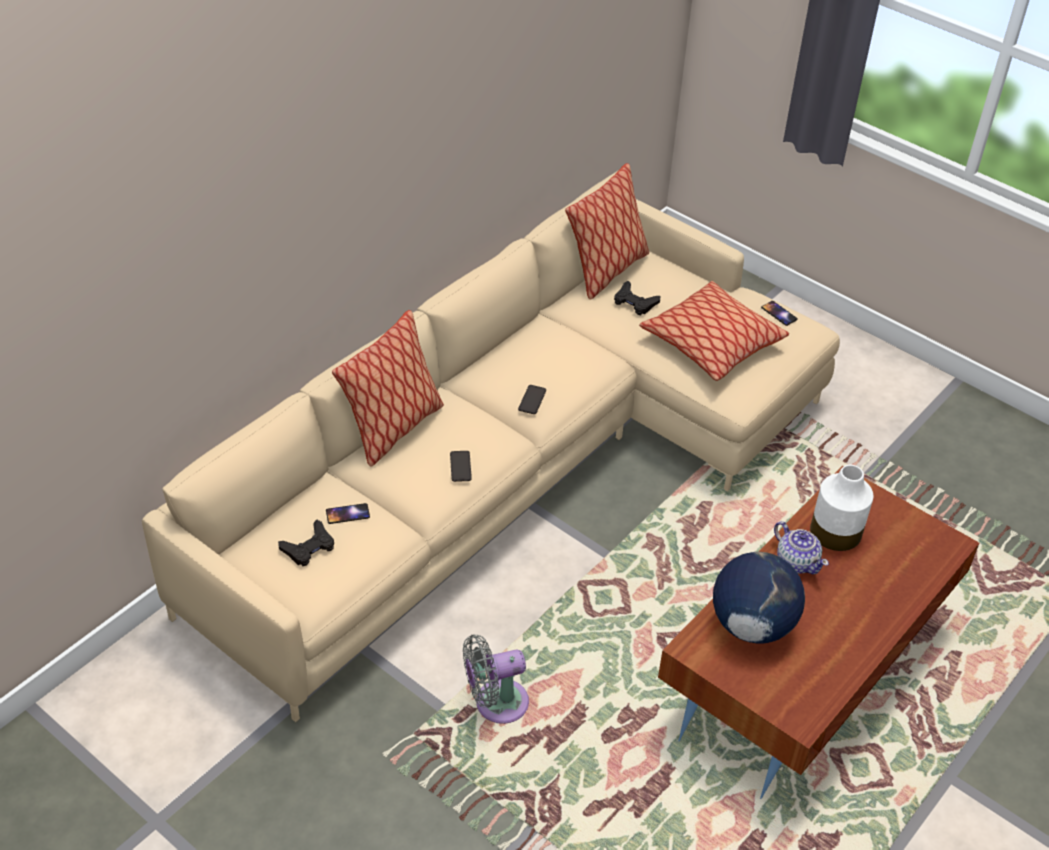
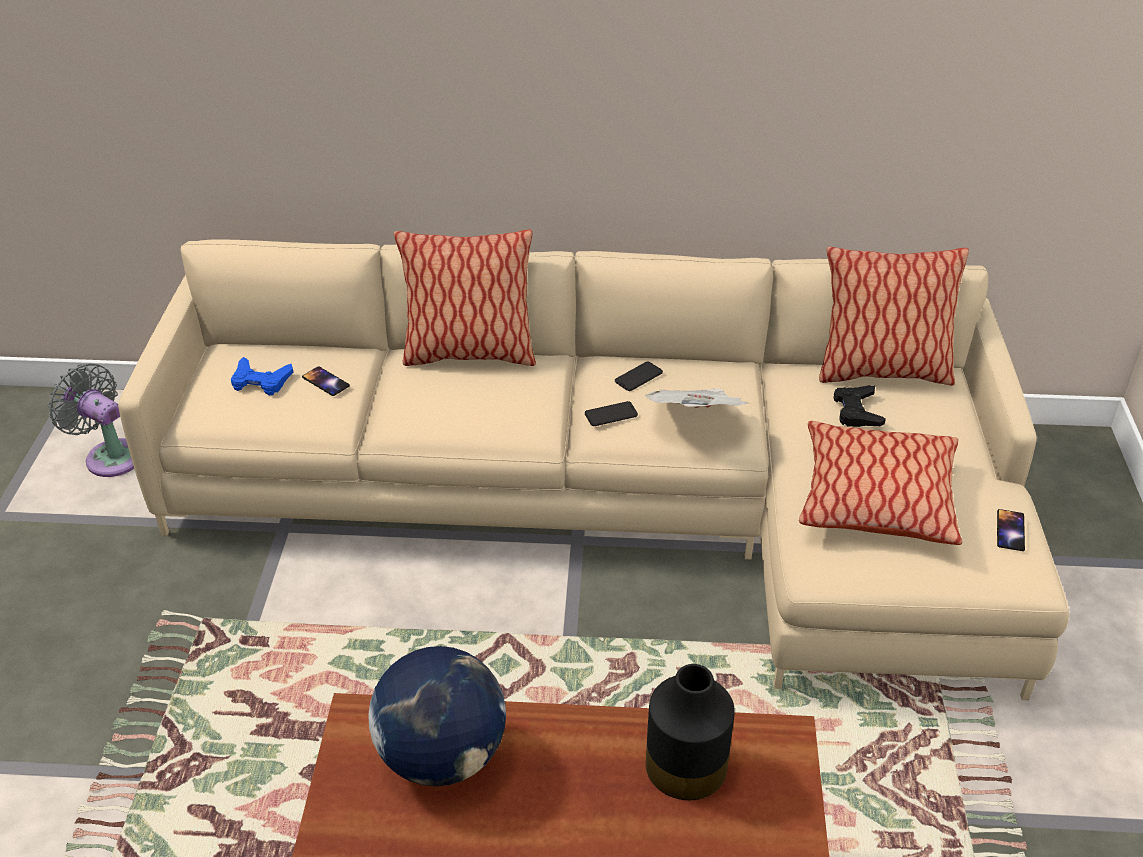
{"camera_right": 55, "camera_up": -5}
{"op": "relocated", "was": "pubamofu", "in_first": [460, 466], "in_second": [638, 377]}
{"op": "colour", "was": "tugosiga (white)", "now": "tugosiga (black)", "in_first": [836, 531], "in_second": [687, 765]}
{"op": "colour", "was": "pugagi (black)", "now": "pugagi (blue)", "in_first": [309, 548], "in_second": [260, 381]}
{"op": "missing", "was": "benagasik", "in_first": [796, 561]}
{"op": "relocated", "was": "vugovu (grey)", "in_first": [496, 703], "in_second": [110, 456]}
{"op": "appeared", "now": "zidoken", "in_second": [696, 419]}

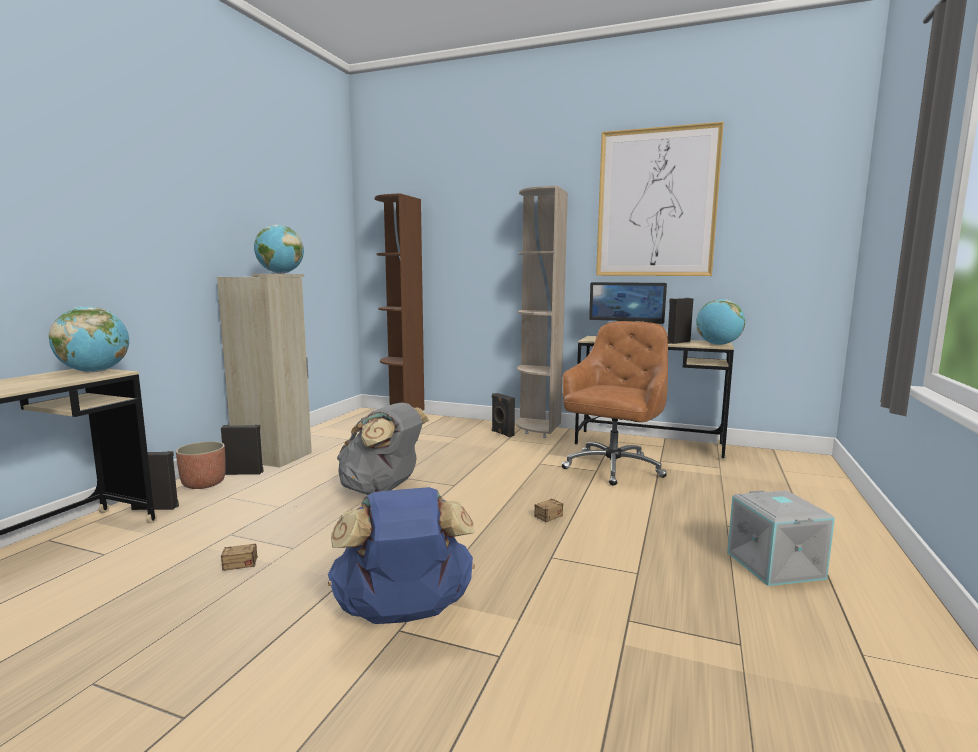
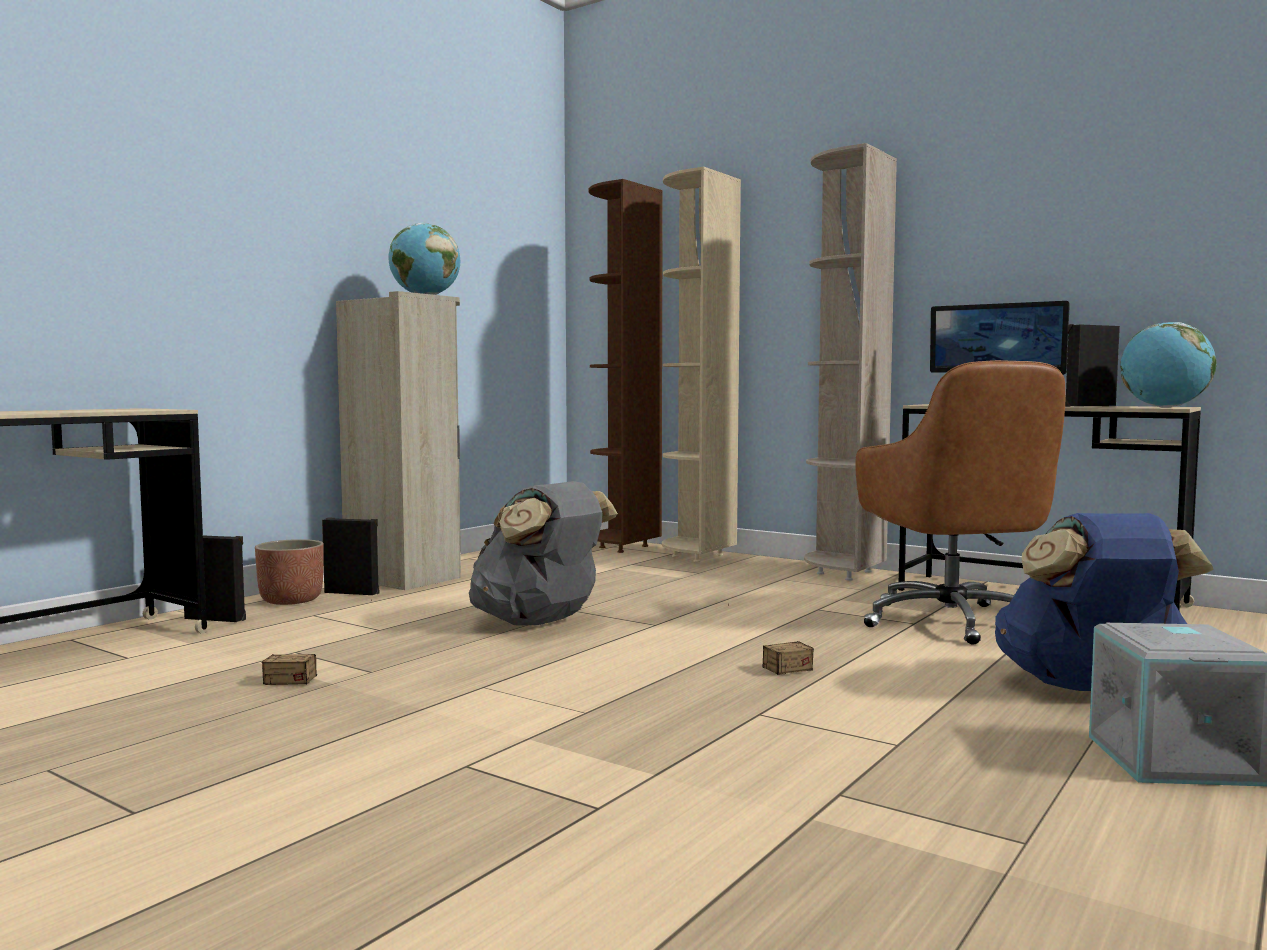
{"camera_right": 15, "camera_up": -5}
{"op": "missing", "was": "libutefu", "in_first": [656, 203]}
{"op": "missing", "was": "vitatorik", "in_first": [94, 372]}
{"op": "spun", "was": "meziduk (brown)", "in_first": [613, 468], "in_second": [949, 622], "clockwise": 120}
{"op": "missing", "was": "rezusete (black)", "in_first": [502, 433]}
{"op": "relocated", "was": "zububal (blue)", "in_first": [404, 614], "in_second": [1091, 688]}
{"op": "appeared", "now": "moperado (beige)", "in_second": [693, 556]}

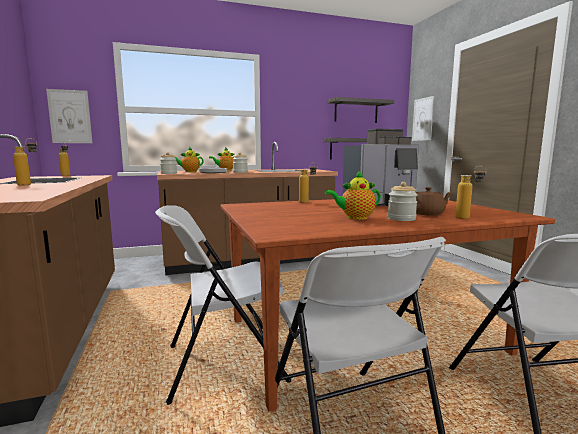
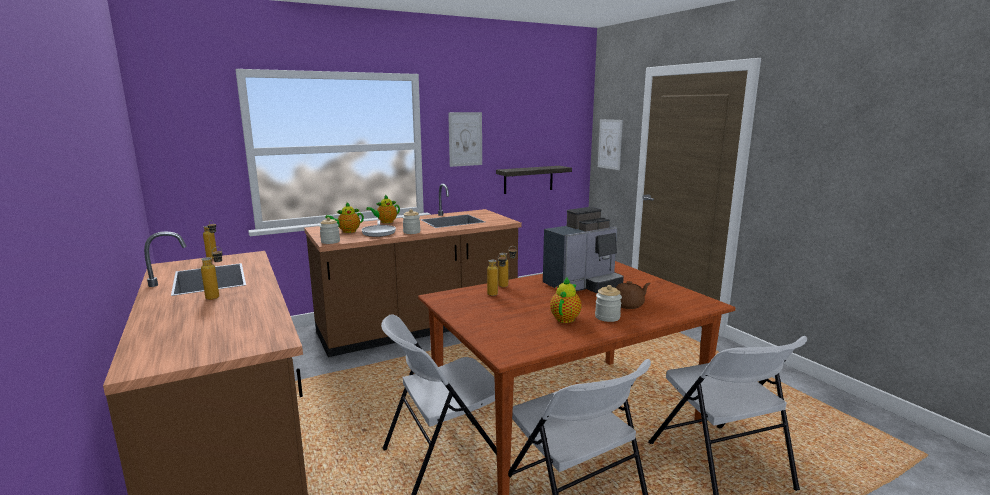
{"camera_right": -10, "camera_up": 5}
{"op": "relocated", "was": "libutefu", "in_first": [70, 116], "in_second": [465, 139]}
{"op": "missing", "was": "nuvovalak", "in_first": [356, 111]}
{"op": "relocated", "was": "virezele", "in_first": [468, 218], "in_second": [497, 294]}
{"op": "spun", "was": "benagasik", "in_first": [355, 218], "in_second": [566, 318], "clockwise": 135}

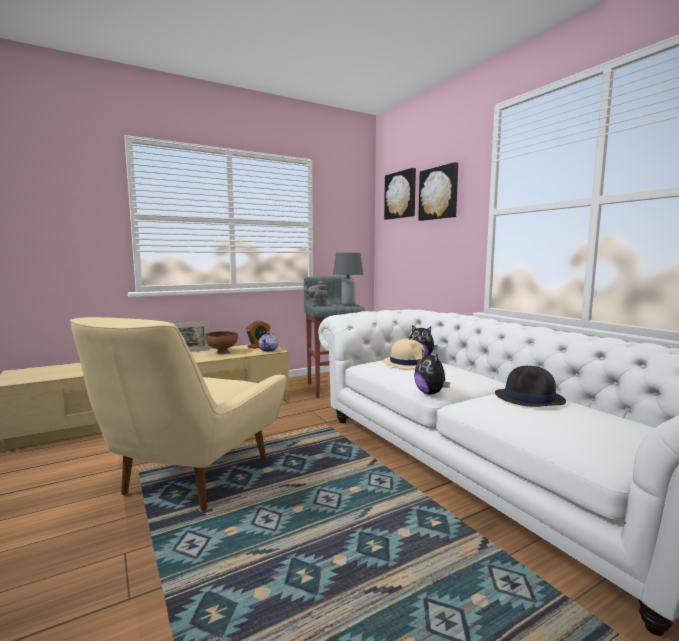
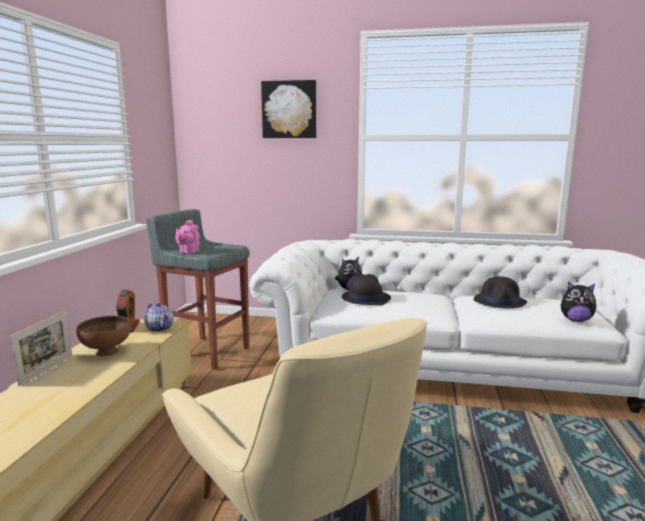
{"camera_right": -50, "camera_up": 5}
{"op": "missing", "was": "libutefu", "in_first": [401, 195]}
{"op": "missing", "was": "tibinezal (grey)", "in_first": [347, 305]}
{"op": "colour", "was": "benagasik (grey)", "now": "benagasik (pink)", "in_first": [317, 304], "in_second": [188, 252]}
{"op": "colour", "was": "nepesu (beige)", "now": "nepesu (black)", "in_first": [407, 363], "in_second": [365, 298]}
{"op": "relocated", "was": "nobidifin", "in_first": [430, 393], "in_second": [576, 320]}

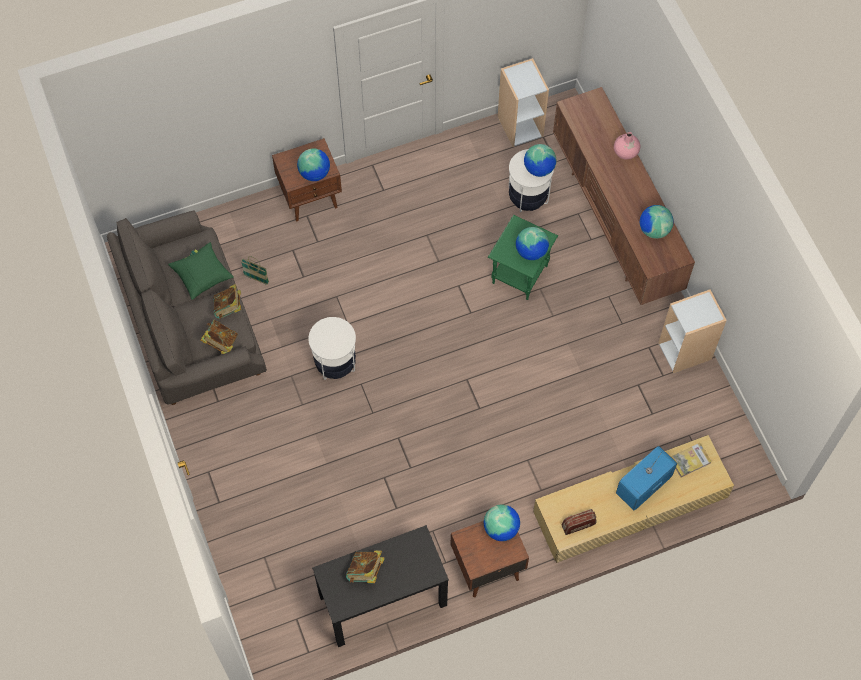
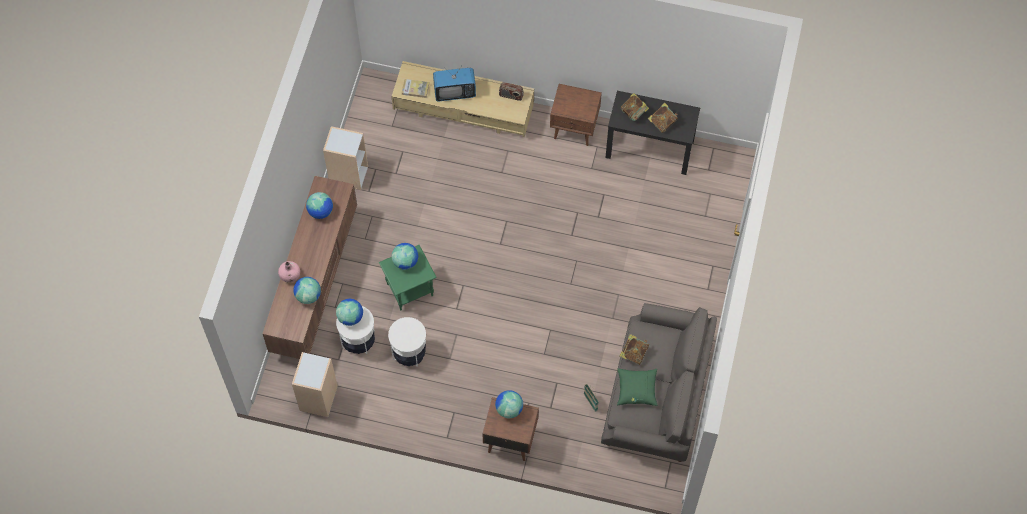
{"camera_right": -145, "camera_up": 0}
{"op": "relocated", "was": "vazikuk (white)", "in_first": [335, 363], "in_second": [409, 353]}
{"op": "relocated", "was": "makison", "in_first": [221, 343], "in_second": [634, 112]}
{"op": "relocated", "was": "vitatorik", "in_first": [501, 528], "in_second": [308, 295]}

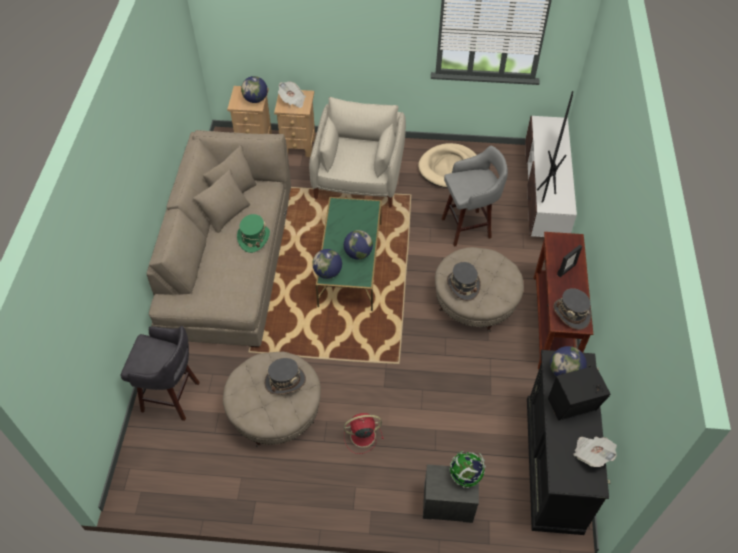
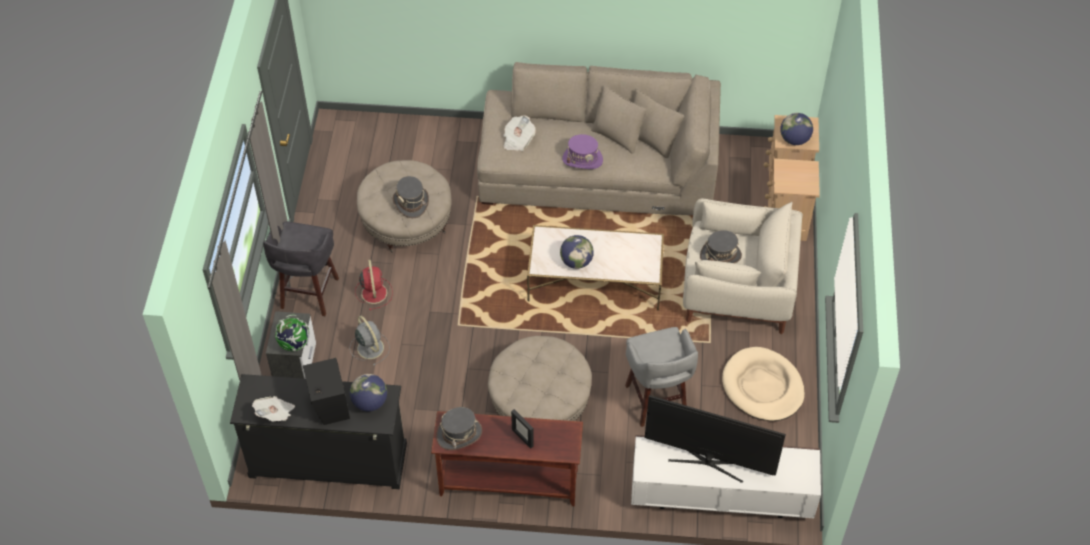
{"camera_right": 90, "camera_up": 0}
{"op": "relocated", "was": "zidoken", "in_first": [292, 100], "in_second": [517, 140]}
{"op": "colour", "was": "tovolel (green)", "now": "tovolel (white)", "in_first": [350, 264], "in_second": [595, 280]}
{"op": "colour", "was": "nepesu (green)", "now": "nepesu (purple)", "in_first": [254, 238], "in_second": [582, 159]}
{"op": "missing", "was": "vitatorik", "in_first": [328, 272]}
{"op": "relocated", "was": "nepesu (grey)", "in_first": [462, 285], "in_second": [720, 255]}
{"op": "relocated", "was": "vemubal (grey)", "in_first": [173, 398], "in_second": [308, 295]}
{"op": "appeared", "now": "vugovu (grey)", "in_second": [369, 347]}

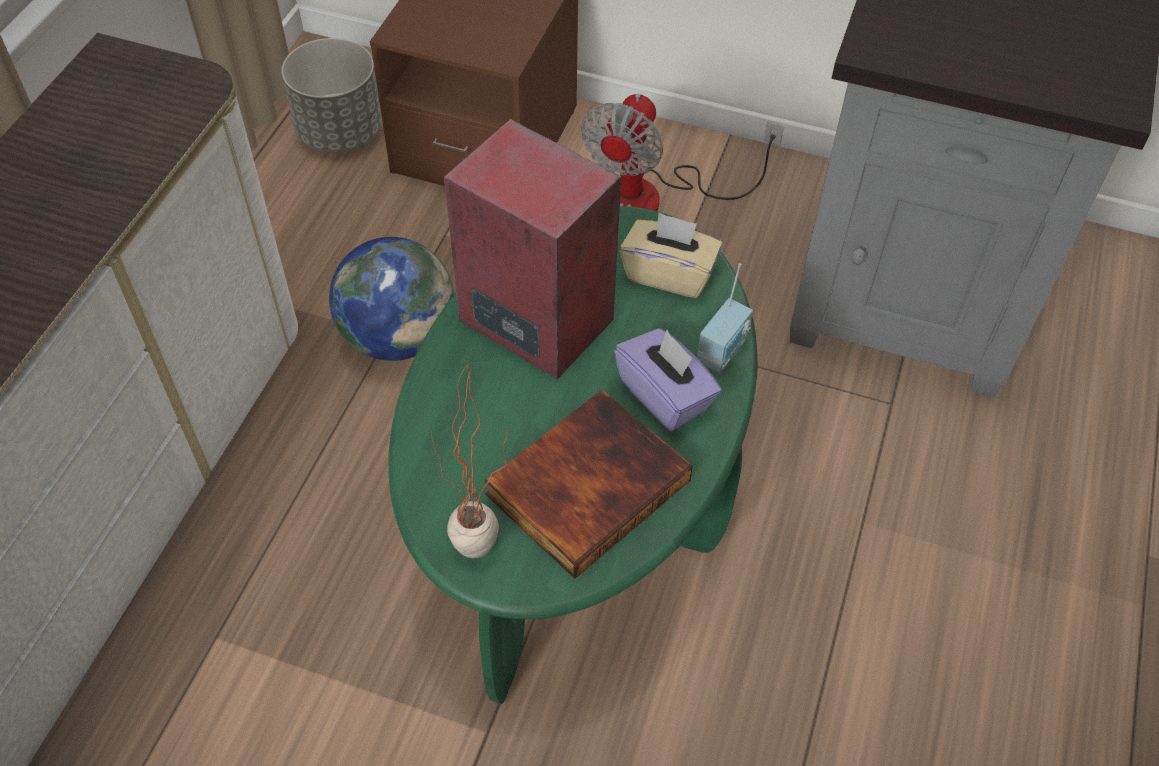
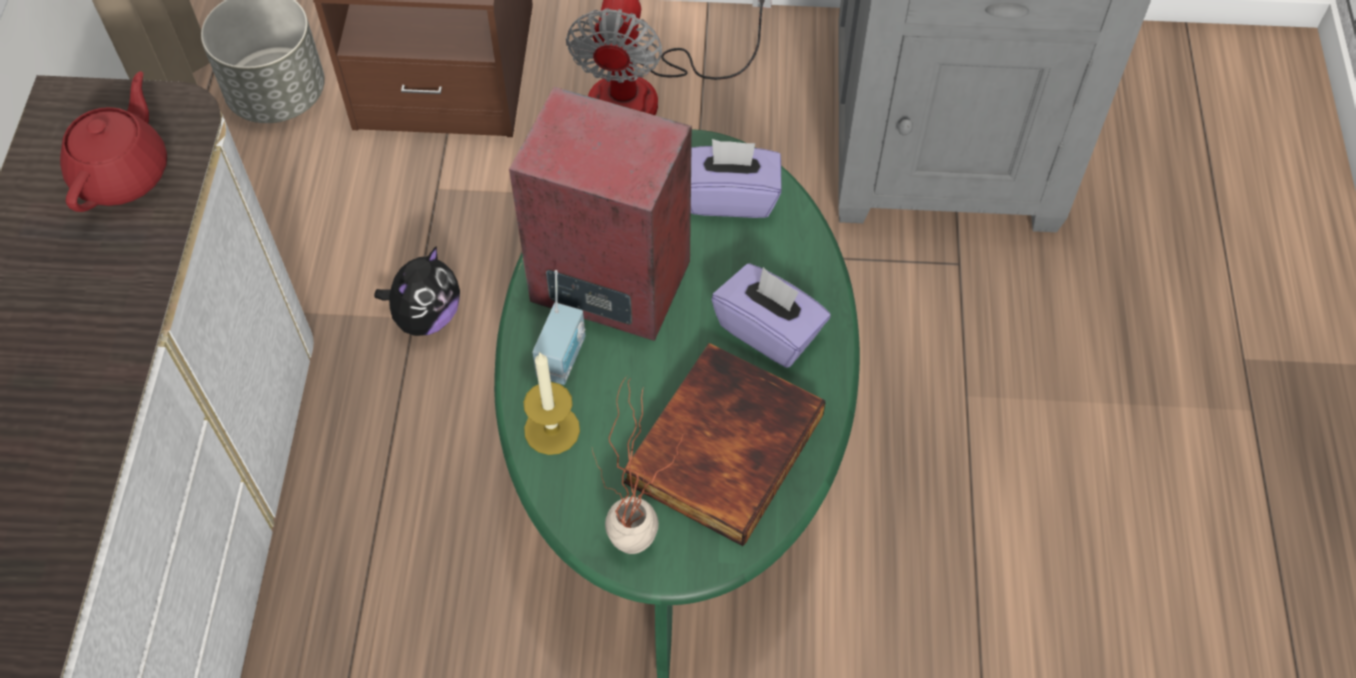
{"camera_right": -15, "camera_up": 5}
{"op": "colour", "was": "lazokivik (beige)", "now": "lazokivik (purple)", "in_first": [669, 274], "in_second": [730, 197]}
{"op": "exchanged", "was": "vitatorik", "now": "nobidifin", "in_first": [398, 337], "in_second": [426, 317]}
{"op": "relocated", "was": "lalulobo", "in_first": [724, 352], "in_second": [564, 358]}
{"op": "appeared", "now": "benagasik (red)", "in_second": [124, 173]}
{"op": "appeared", "now": "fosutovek", "in_second": [552, 429]}

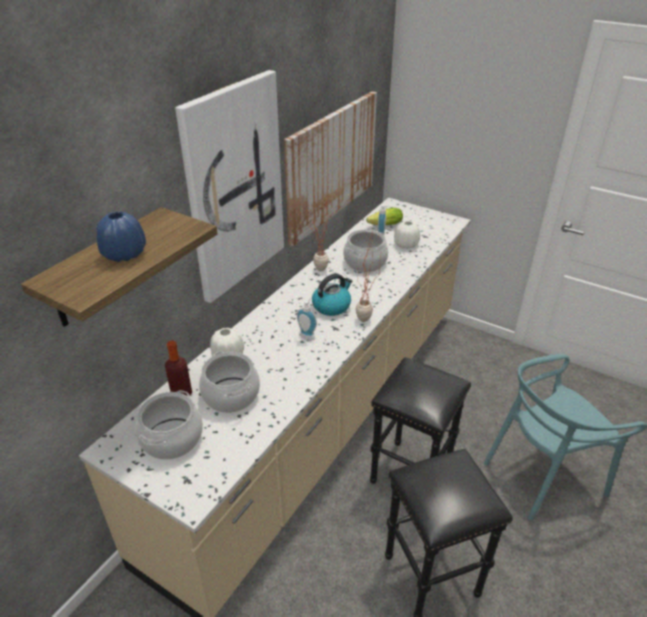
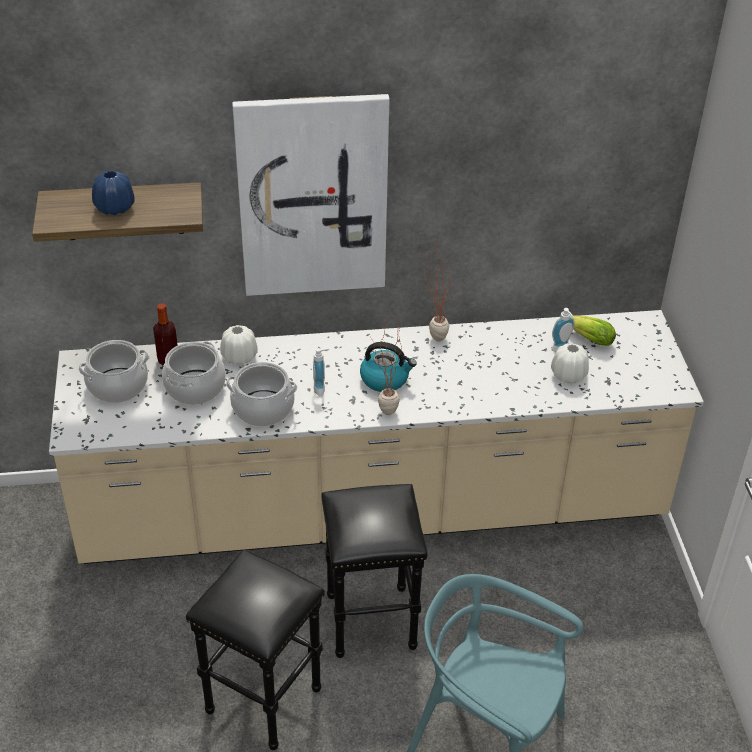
{"camera_right": 50, "camera_up": 5}
{"op": "missing", "was": "libutefu", "in_first": [331, 165]}
{"op": "relocated", "was": "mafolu", "in_first": [365, 262], "in_second": [263, 408]}

